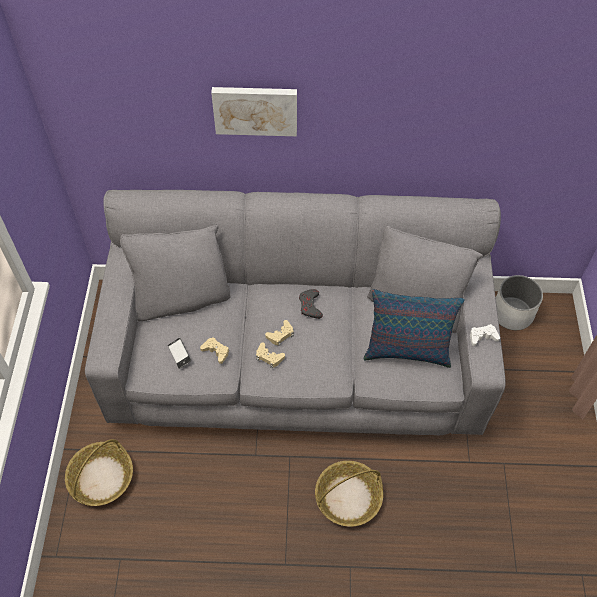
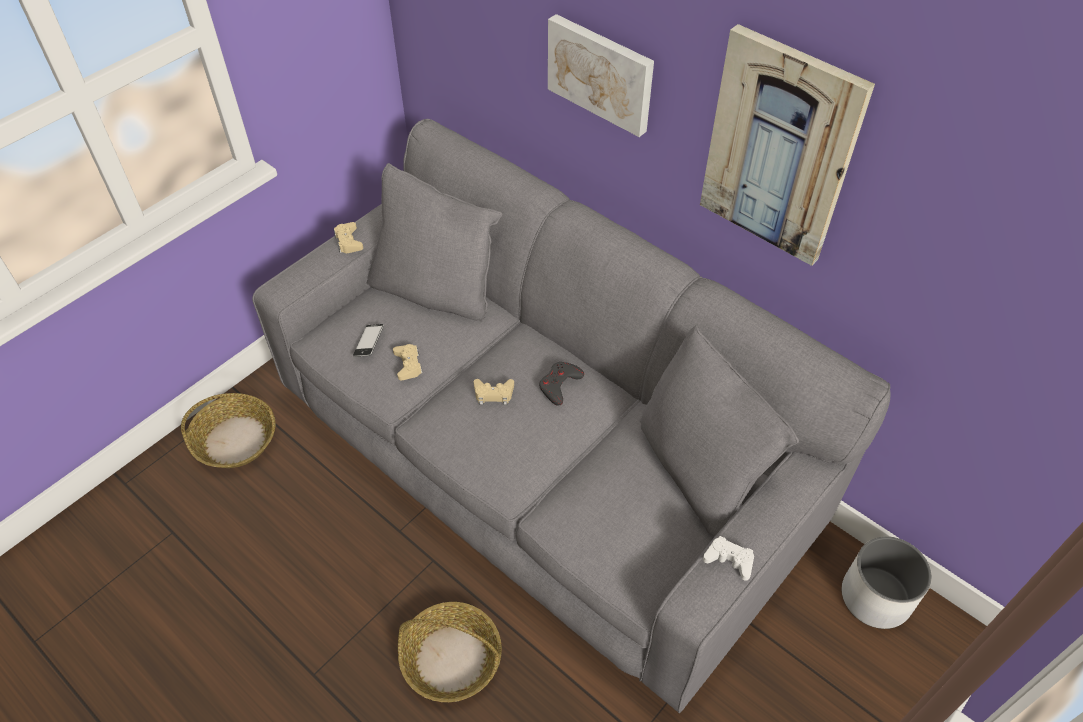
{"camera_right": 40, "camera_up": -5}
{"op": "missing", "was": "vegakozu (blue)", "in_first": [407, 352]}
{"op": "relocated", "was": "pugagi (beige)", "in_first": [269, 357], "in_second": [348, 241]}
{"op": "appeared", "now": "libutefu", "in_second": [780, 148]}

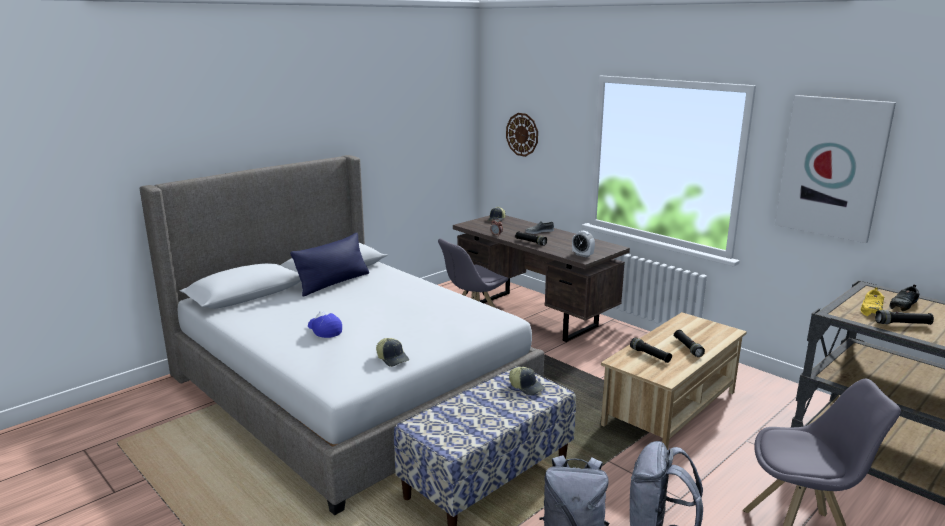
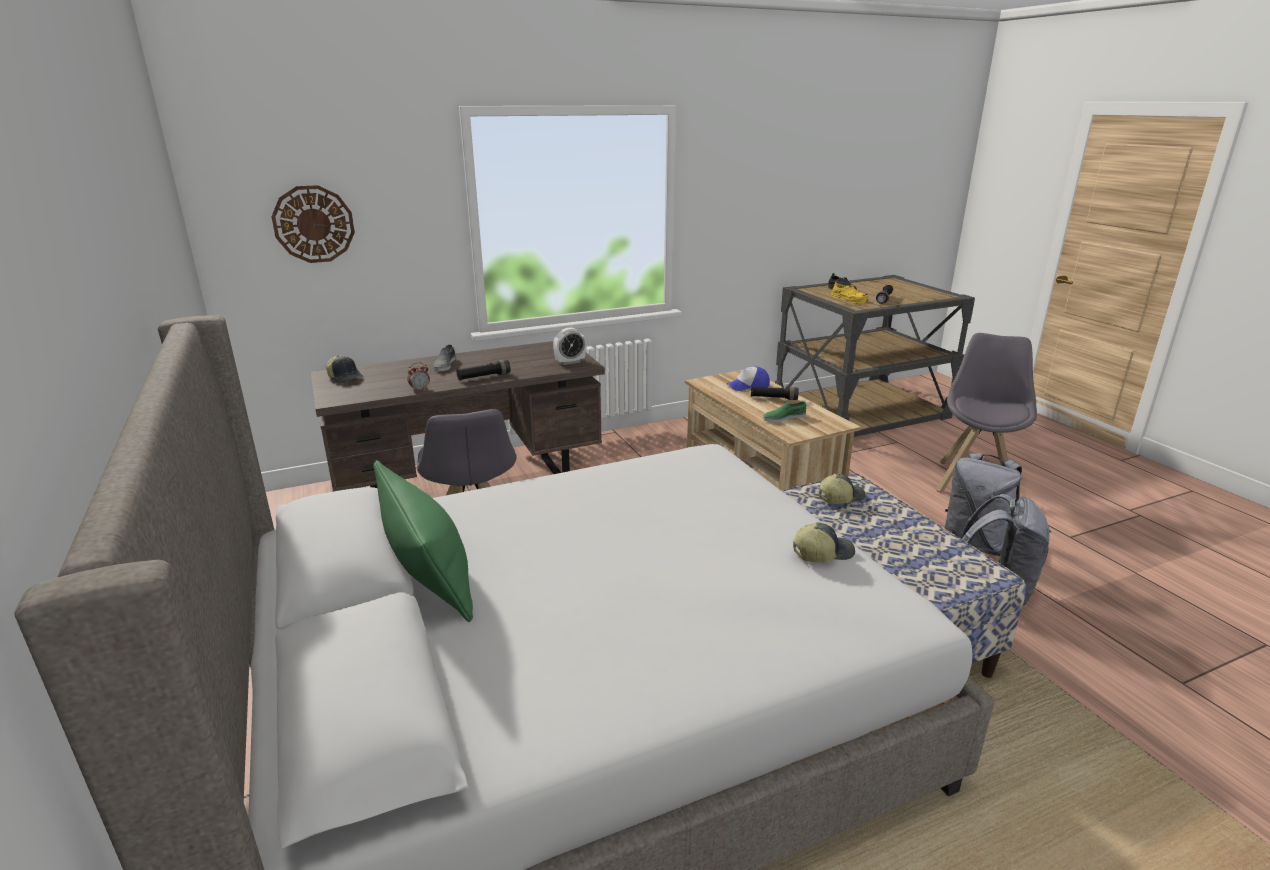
{"camera_right": -70, "camera_up": 5}
{"op": "missing", "was": "libutefu", "in_first": [832, 167]}
{"op": "colour", "was": "vegakozu (blue)", "now": "vegakozu (green)", "in_first": [333, 283], "in_second": [429, 575]}
{"op": "relocated", "was": "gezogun", "in_first": [324, 329], "in_second": [748, 386]}
{"op": "exchanged", "was": "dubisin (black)", "now": "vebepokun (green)", "in_first": [650, 355], "in_second": [784, 417]}

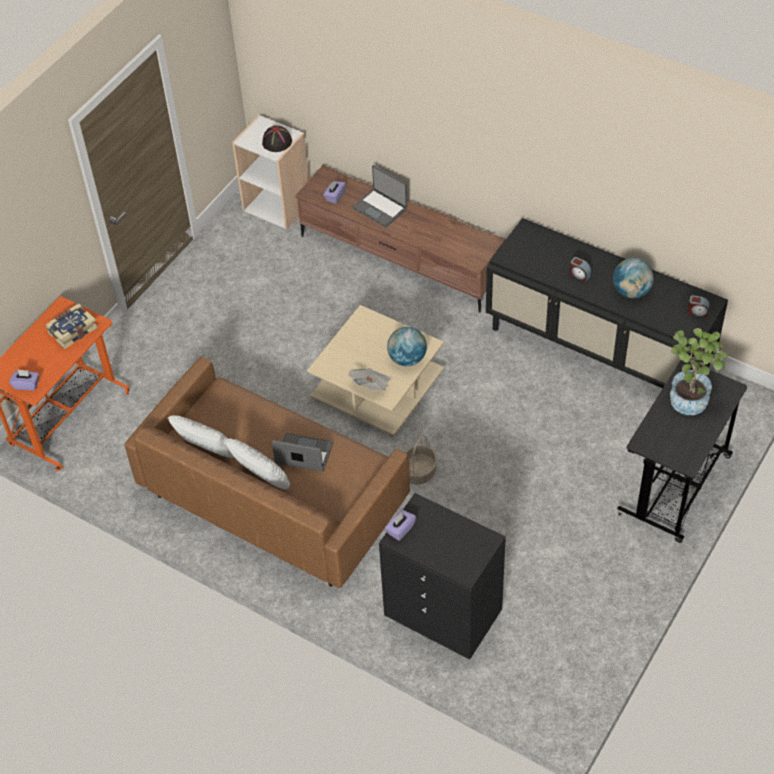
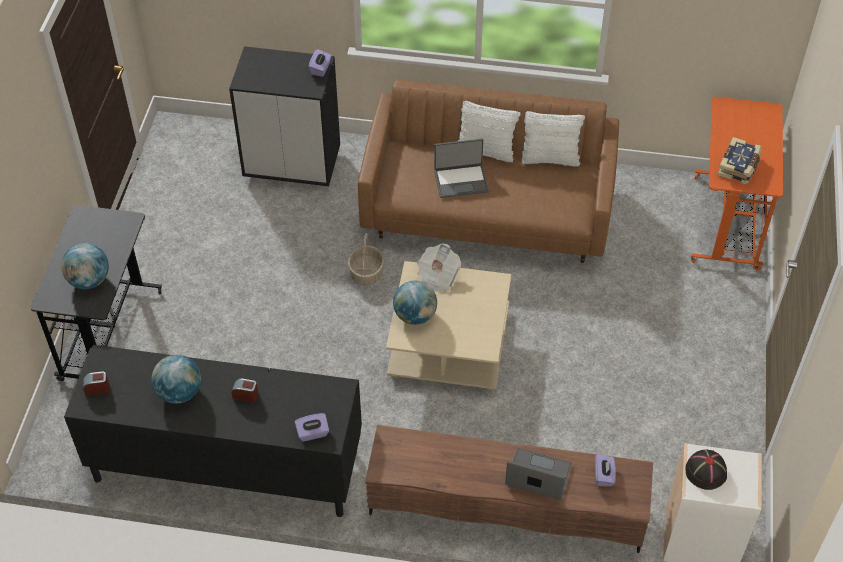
{"camera_right": 155, "camera_up": 0}
{"op": "exchanged", "was": "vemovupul", "now": "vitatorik", "in_first": [690, 396], "in_second": [89, 280]}
{"op": "relocated", "was": "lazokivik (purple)", "in_first": [26, 385], "in_second": [312, 433]}

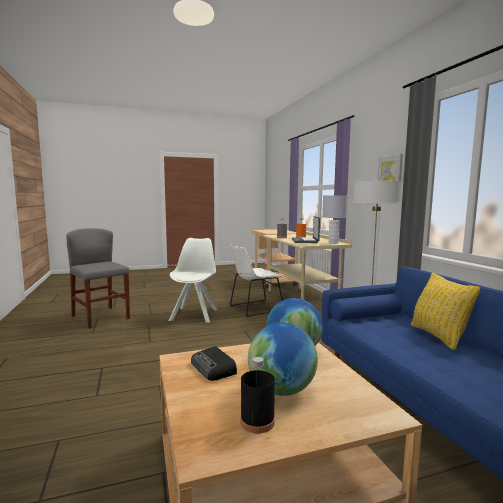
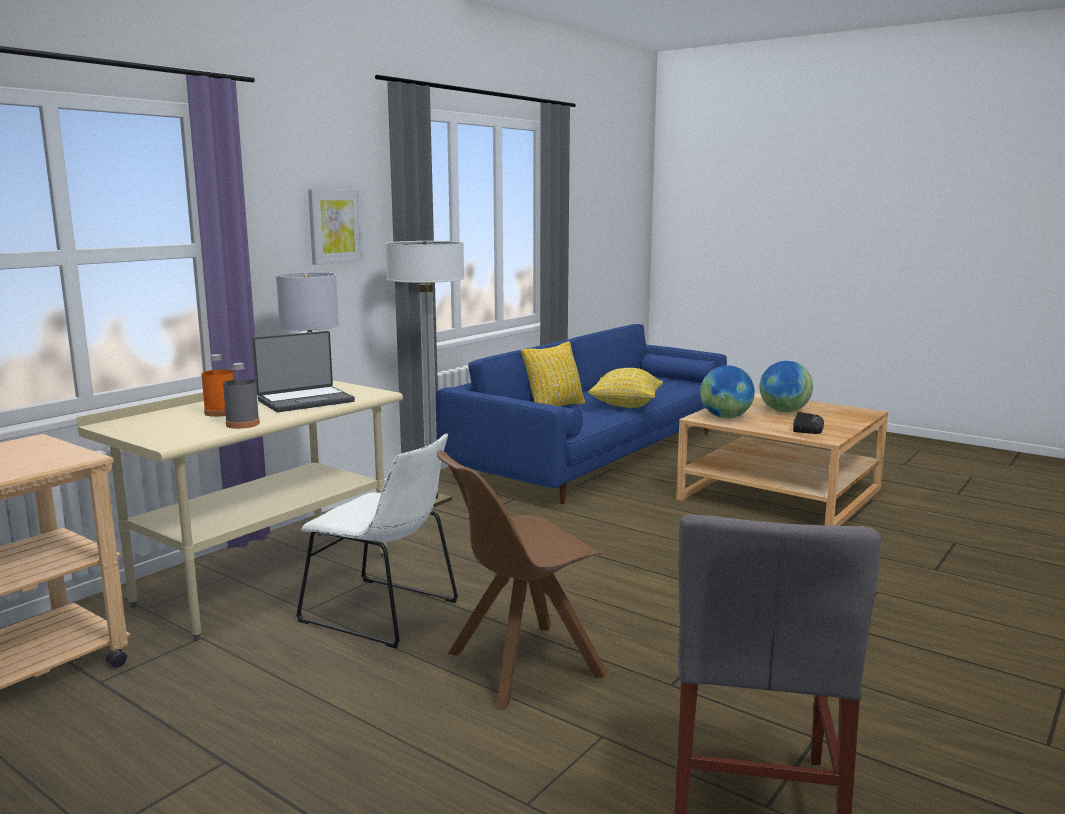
{"camera_right": -125, "camera_up": 5}
{"op": "colour", "was": "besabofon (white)", "now": "besabofon (brown)", "in_first": [194, 314], "in_second": [521, 665]}
{"op": "missing", "was": "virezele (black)", "in_first": [257, 421]}
{"op": "appeared", "now": "vegakozu (yellow)", "in_second": [626, 405]}

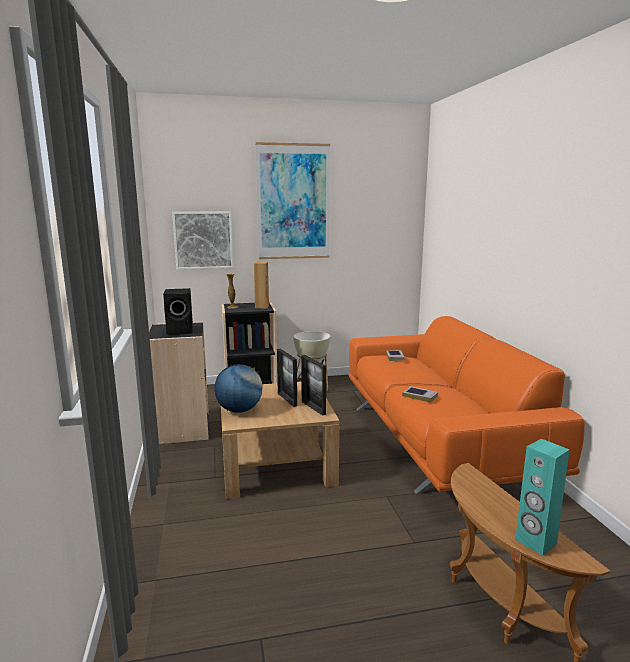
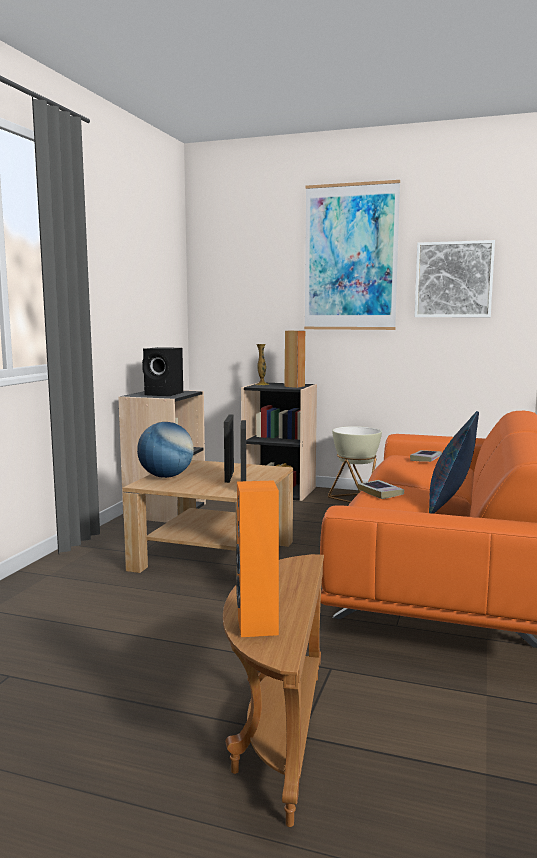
{"camera_right": 30, "camera_up": -5}
{"op": "relocated", "was": "libutefu", "in_first": [203, 240], "in_second": [453, 279]}
{"op": "colour", "was": "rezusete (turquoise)", "now": "rezusete (orange)", "in_first": [535, 542], "in_second": [256, 626]}
{"op": "appeared", "now": "vegakozu (blue)", "in_second": [451, 504]}

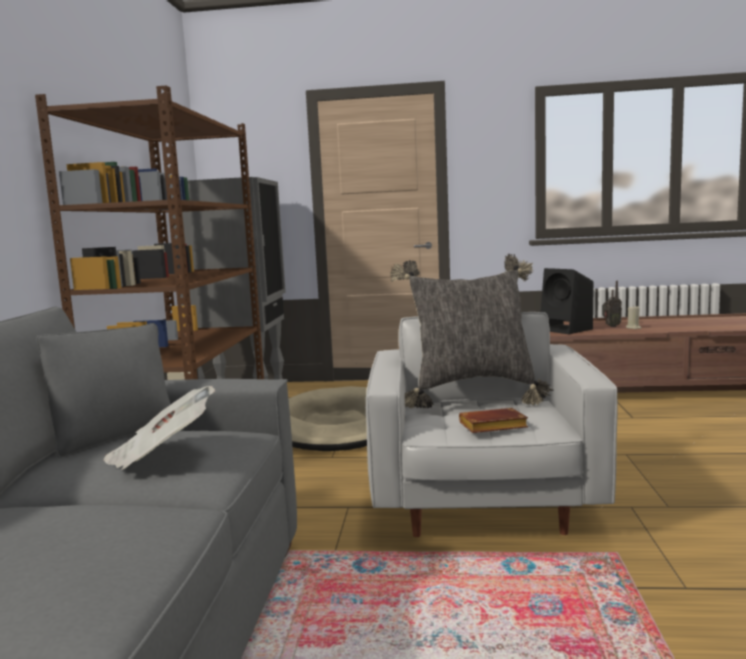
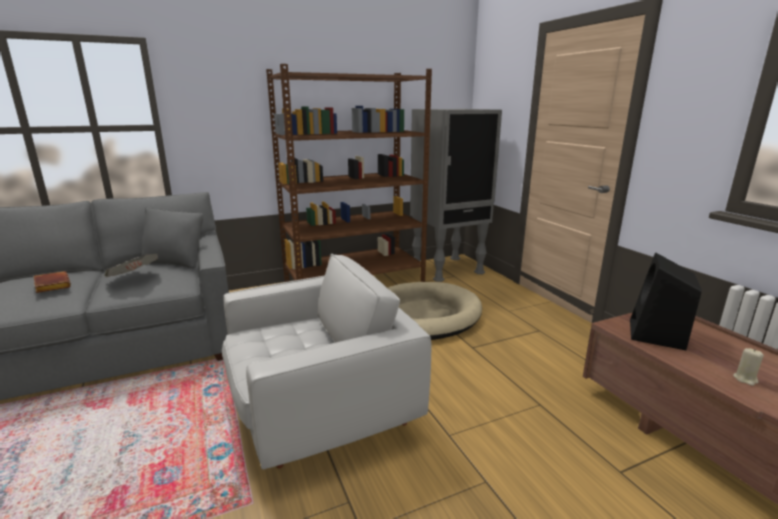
{"camera_right": 60, "camera_up": 10}
{"op": "missing", "was": "vegakozu", "in_first": [471, 403]}
{"op": "missing", "was": "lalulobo", "in_first": [611, 326]}
{"op": "relocated", "was": "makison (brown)", "in_first": [491, 427], "in_second": [51, 285]}

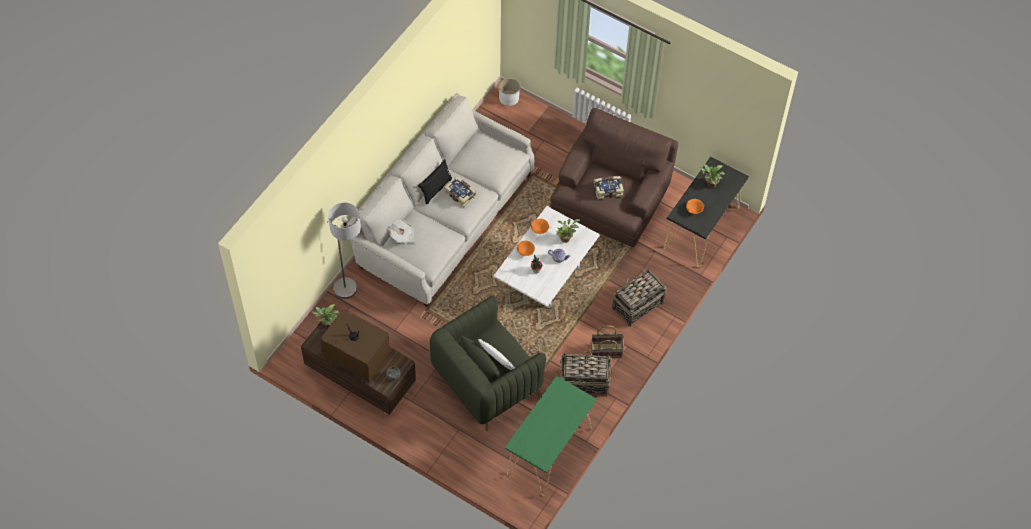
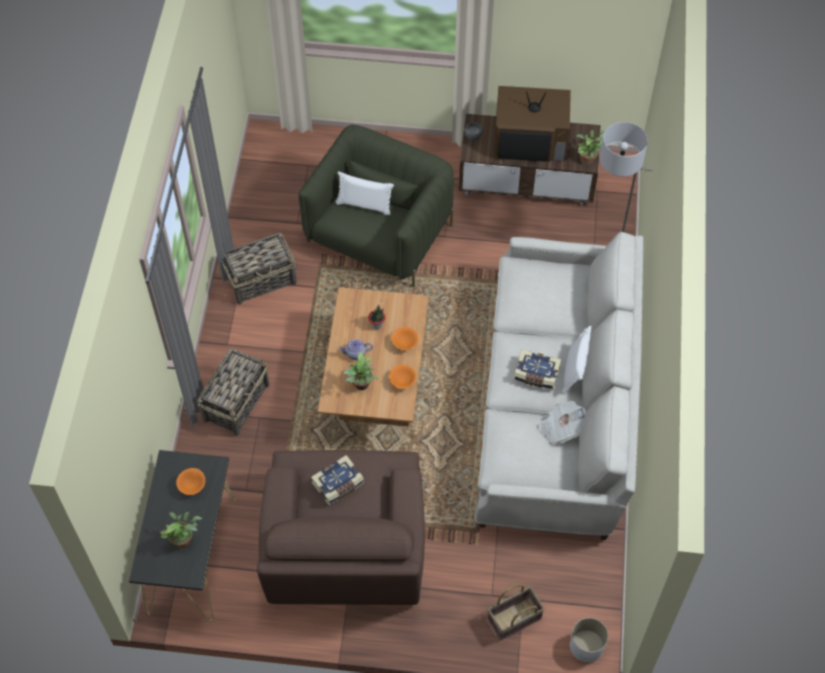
{"camera_right": 155, "camera_up": 0}
{"op": "colour", "was": "vegakozu (black)", "now": "vegakozu (white)", "in_first": [435, 189], "in_second": [574, 370]}
{"op": "colour", "was": "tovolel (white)", "now": "tovolel (brown)", "in_first": [545, 278], "in_second": [376, 385]}
{"op": "relocated", "was": "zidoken", "in_first": [402, 236], "in_second": [561, 428]}
{"op": "relocated", "was": "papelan", "in_first": [606, 350], "in_second": [514, 620]}
{"op": "missing", "was": "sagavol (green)", "in_first": [549, 451]}

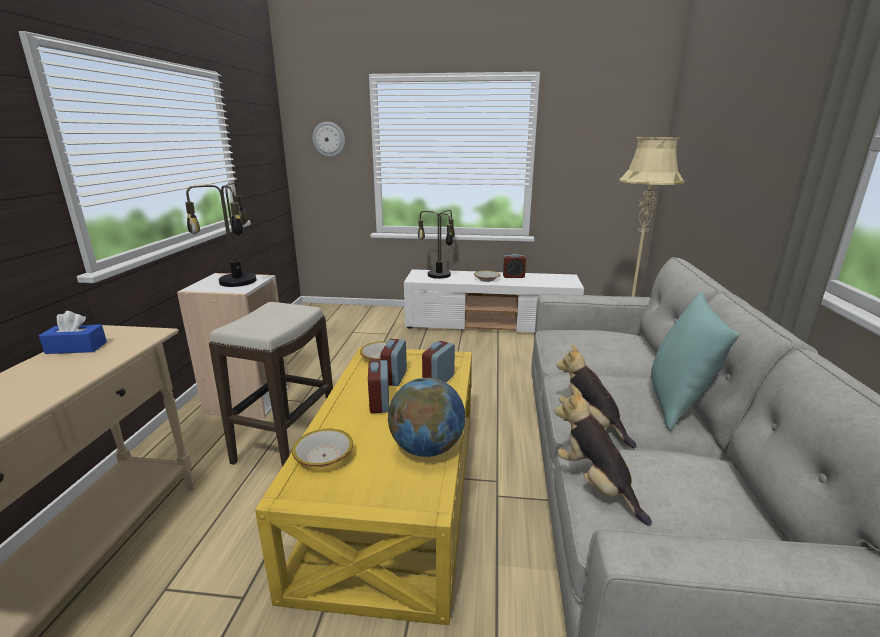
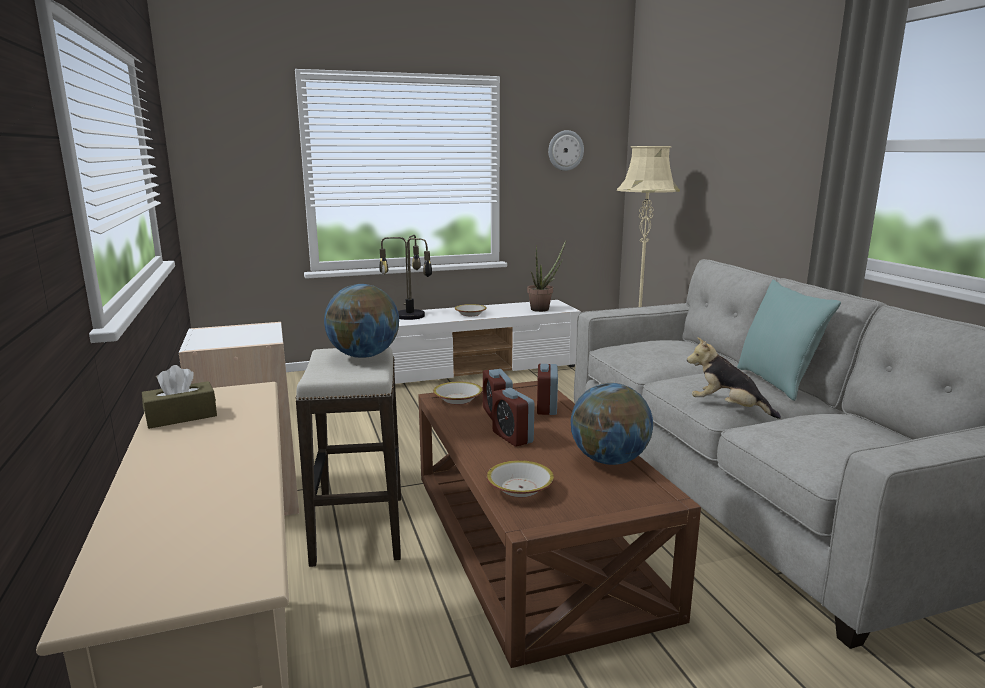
{"camera_right": -25, "camera_up": -5}
{"op": "relocated", "was": "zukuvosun", "in_first": [329, 139], "in_second": [565, 150]}
{"op": "missing", "was": "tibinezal", "in_first": [237, 281]}
{"op": "missing", "was": "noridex", "in_first": [513, 276]}
{"op": "colour", "was": "lazokivik (blue)", "now": "lazokivik (brown)", "in_first": [76, 348], "in_second": [181, 416]}
{"op": "colour", "was": "tovolel (yellow)", "now": "tovolel (brown)", "in_first": [397, 490], "in_second": [533, 538]}
{"op": "missing", "was": "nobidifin", "in_first": [595, 484]}
{"op": "appeared", "now": "vemovupul", "in_second": [543, 309]}
{"op": "appeared", "now": "vitatorik", "in_second": [364, 356]}

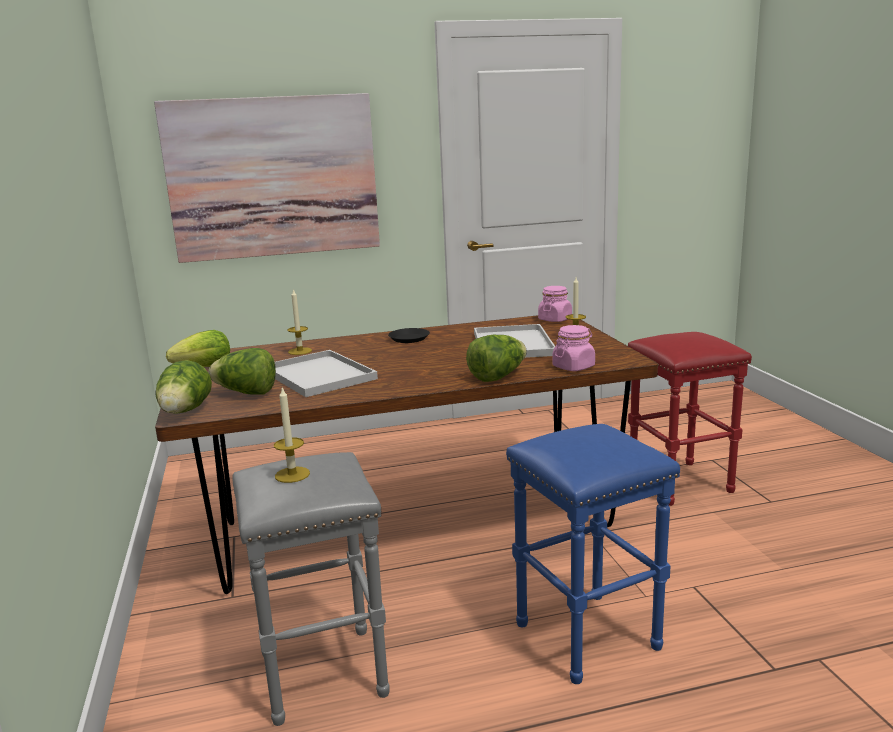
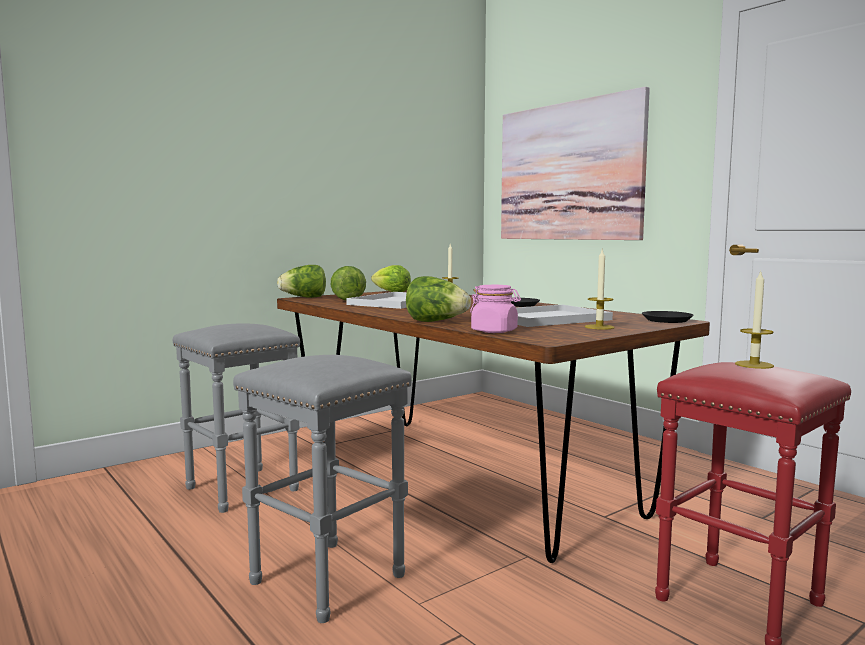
{"camera_right": 65, "camera_up": -10}
{"op": "exchanged", "was": "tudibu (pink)", "now": "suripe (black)", "in_first": [555, 319], "in_second": [667, 320]}
{"op": "relocated", "was": "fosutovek", "in_first": [292, 474], "in_second": [754, 365]}
{"op": "colour", "was": "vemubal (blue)", "now": "vemubal (grey)", "in_first": [587, 637], "in_second": [324, 579]}

